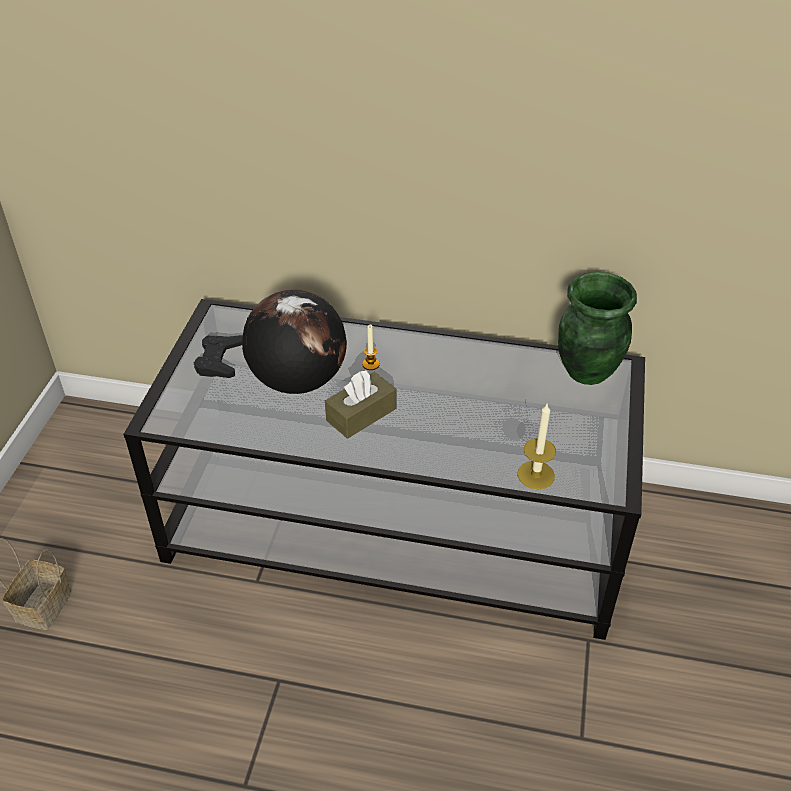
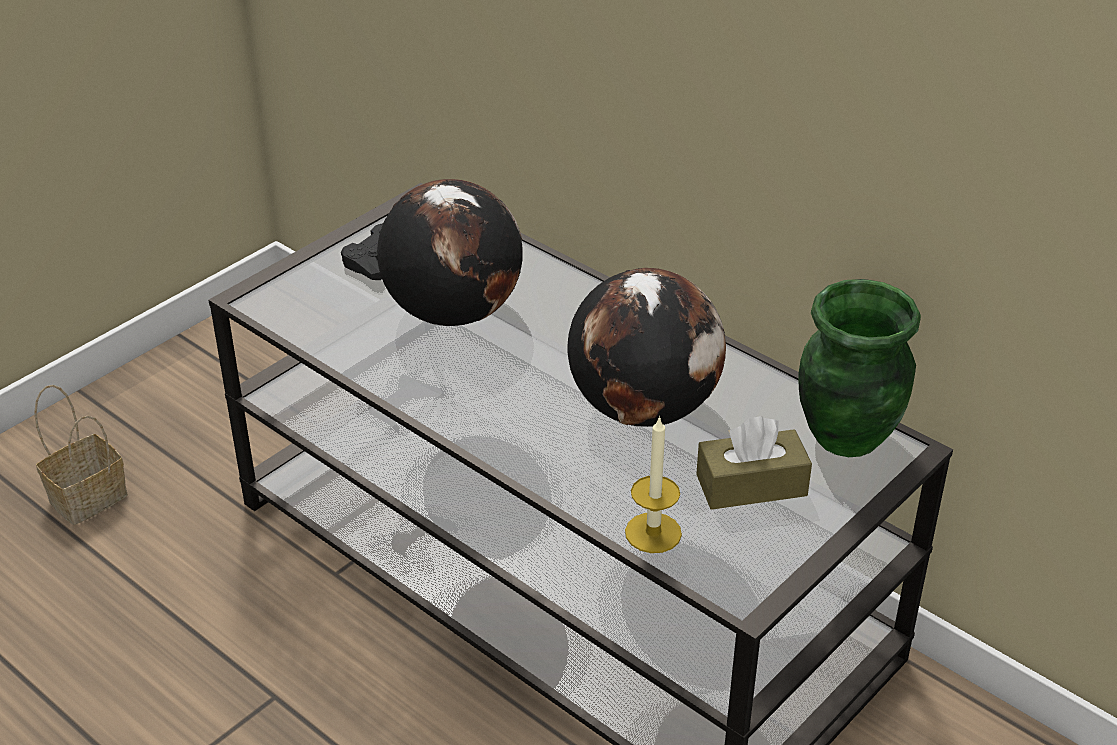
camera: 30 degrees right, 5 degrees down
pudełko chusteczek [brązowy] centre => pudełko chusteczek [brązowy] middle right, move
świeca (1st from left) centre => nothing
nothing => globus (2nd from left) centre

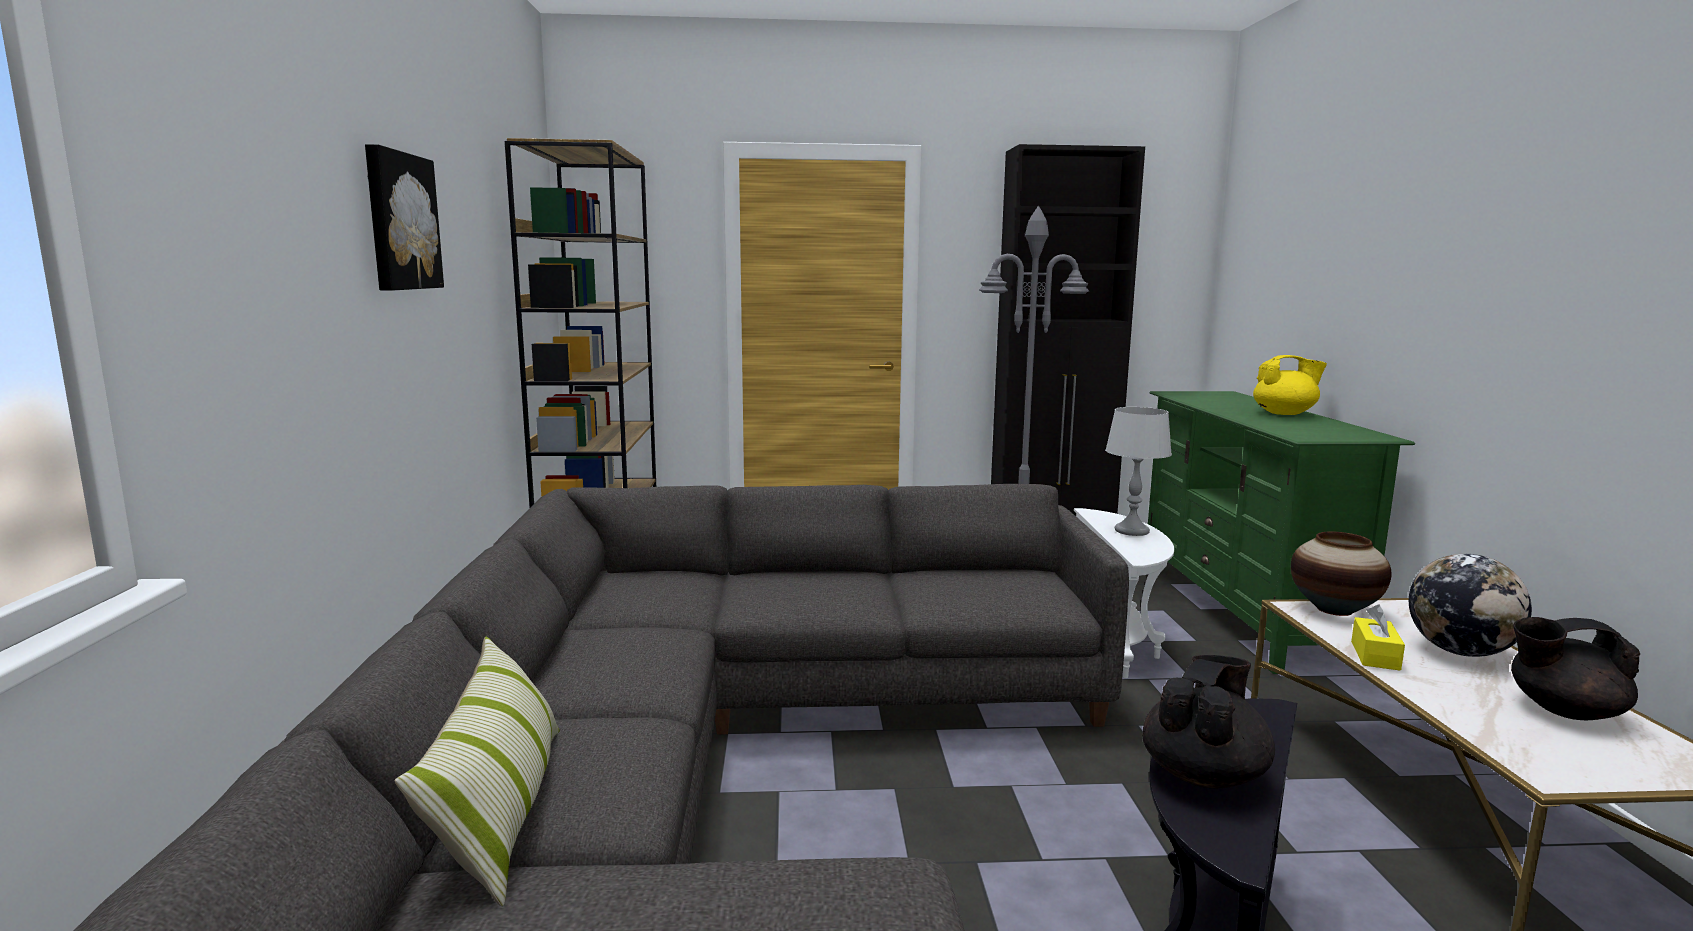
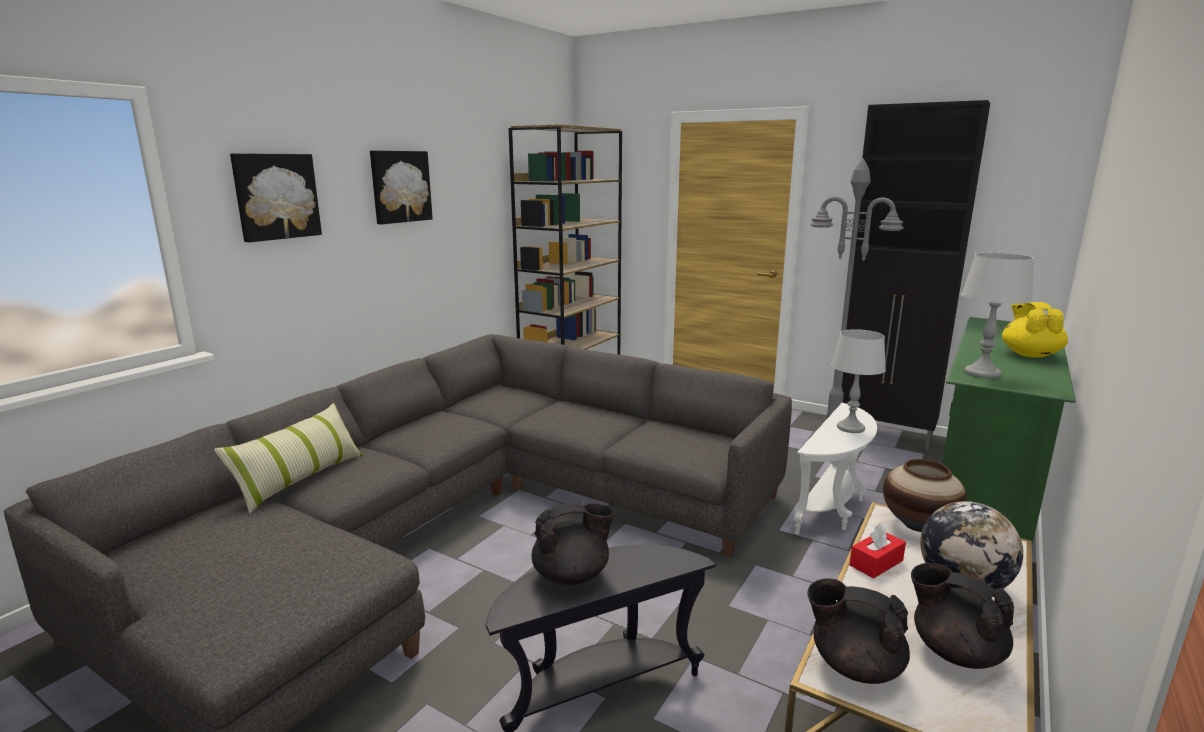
camera: 35 degrees right, 5 degrees up
imbryk [żółty] middle right, 120 degrees counterclockwise
pudełko chusteczek [żółty] bottom right => pudełko chusteczek [czerwony] bottom right
nothing => obraz (1st from left) top left
nothing => imbryk [czarny] (2nd from left) bottom right
nothing => lampa stołowa [szary] (2nd from left) middle right

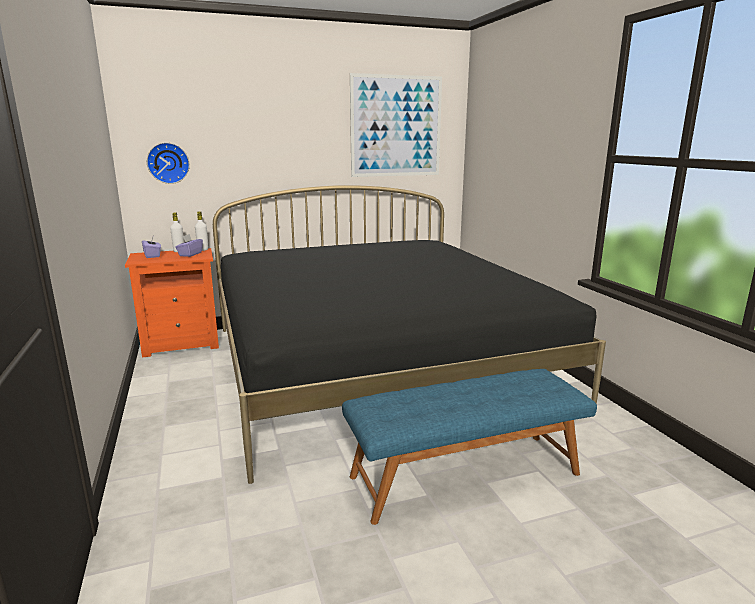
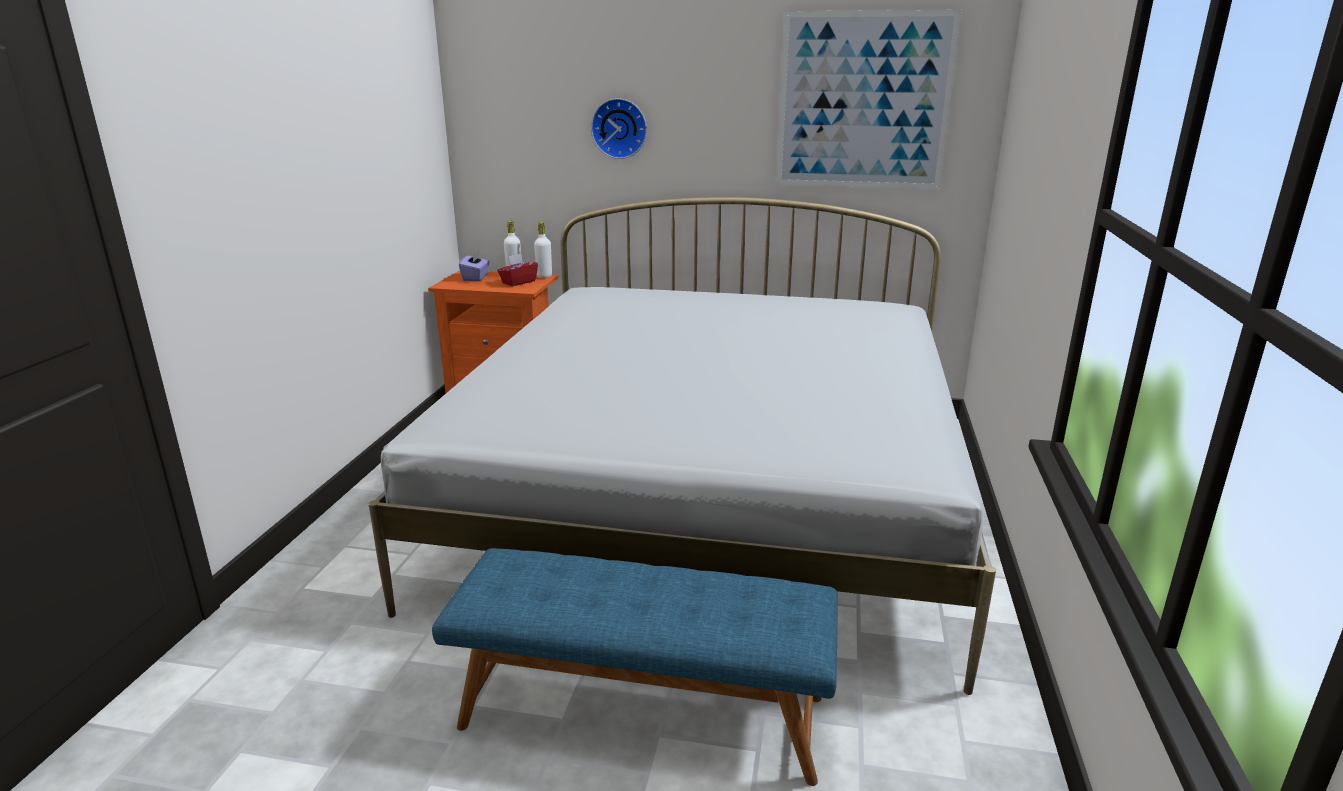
camera: 30 degrees right, 5 degrees up
zegar ścienny top left => zegar ścienny top centre, move
pudełko chusteczek [fioletowy] (2nd from left) middle left => pudełko chusteczek [czerwony] centre
łóżko [czarny] centre => łóżko [biały] centre

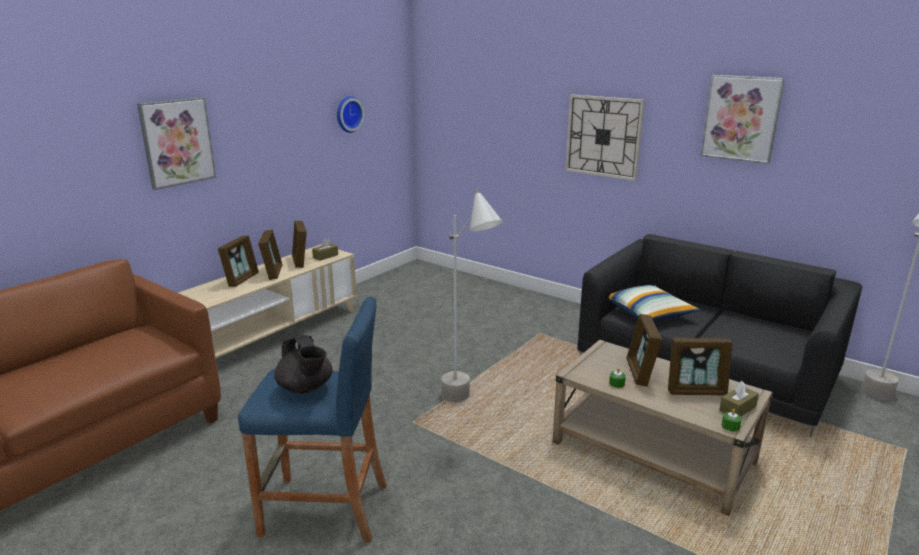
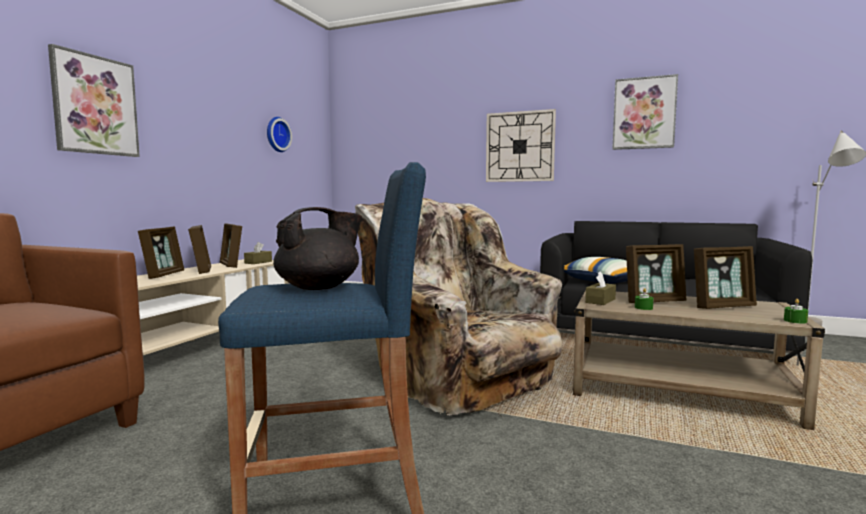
camera: 15 degrees left, 15 degrees down
imbryk [czarny] middle left => imbryk [czarny] centre, 75 degrees counterclockwise
lampa stojąca [szary] (1st from left) centre => fotel [beżowy] centre
ramka na zdjęcie (4th from left) middle right, 90 degrees counterclockwise
pudełko chusteczek [brązowy] (2nd from left) bottom right => pudełko chusteczek [brązowy] (2nd from left) middle right, move

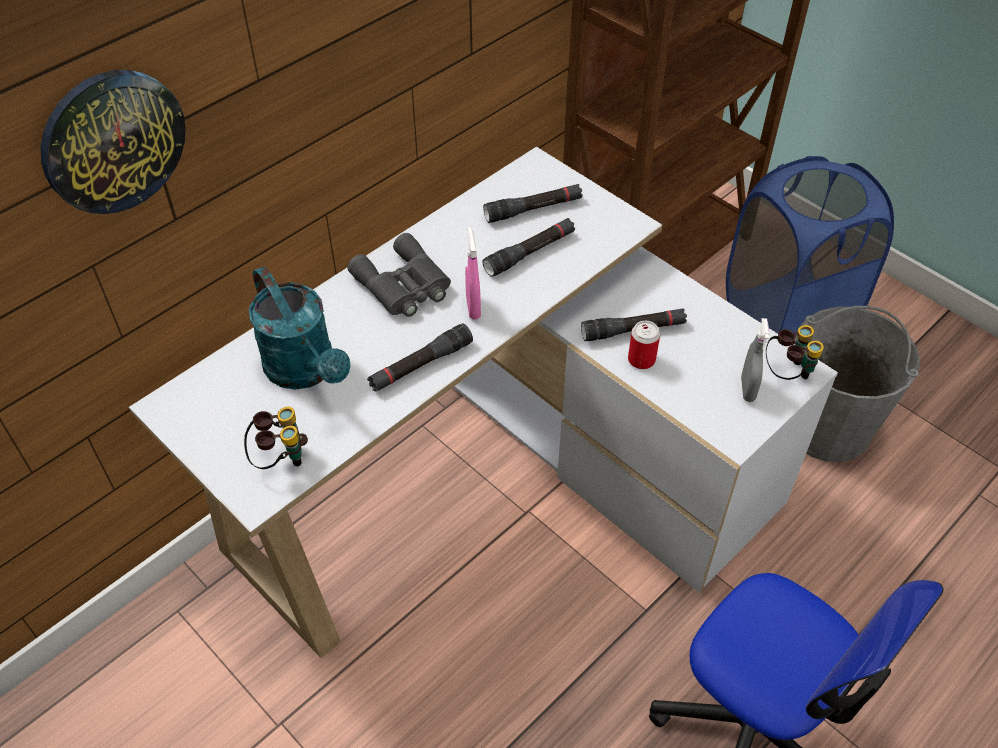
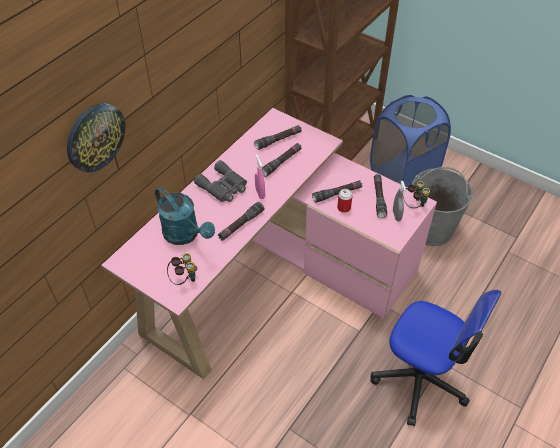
camera: 10 degrees left, 0 degrees up
biurko [biały] centre => biurko [różowy] centre
nothing => latarka [czarny] (5th from left) middle right

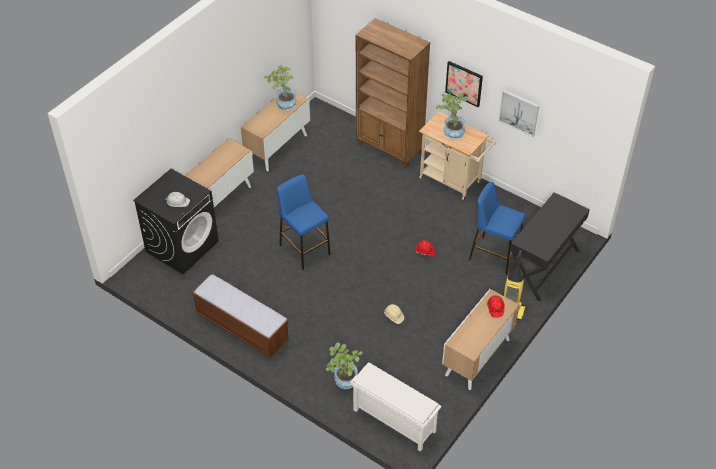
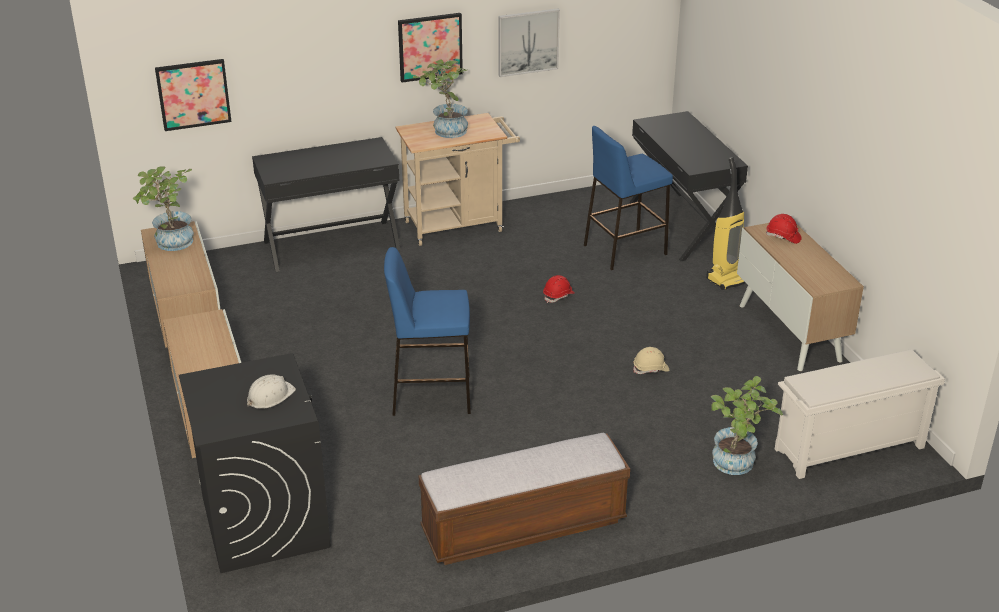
camera: 55 degrees left, 15 degrees down
regał [brązowy] top centre => biurko [czarny] (1st from left) middle left
nothing => obraz (1st from left) top left

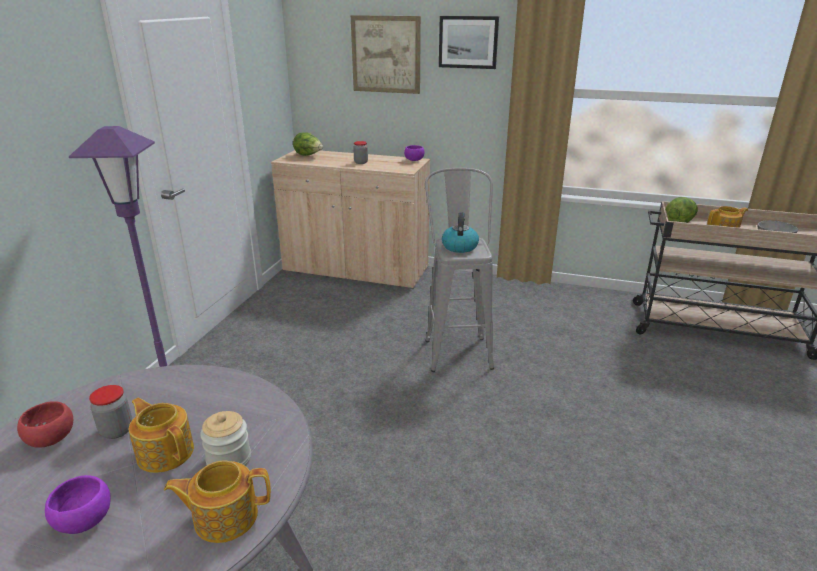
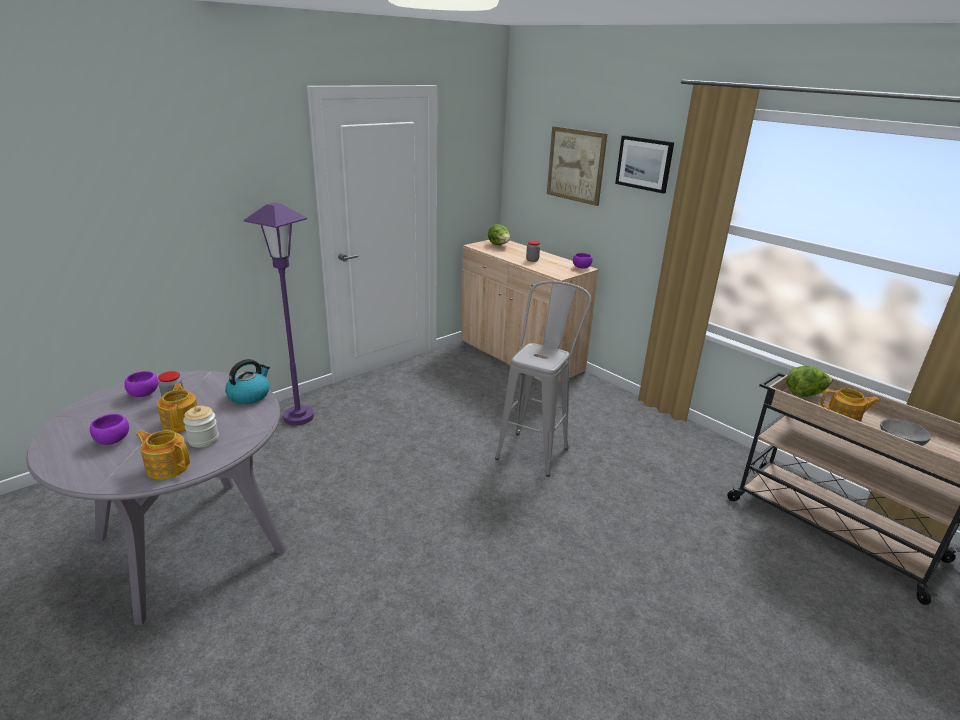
camera: 30 degrees right, 0 degrees up
miska [czerwony] bottom left => miska [fioletowy] (2nd from left) middle left
czajnik centre => czajnik middle left, move

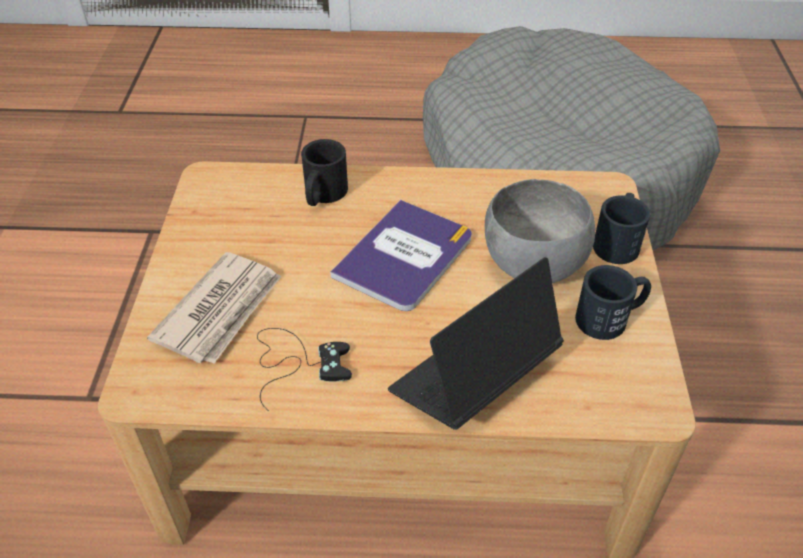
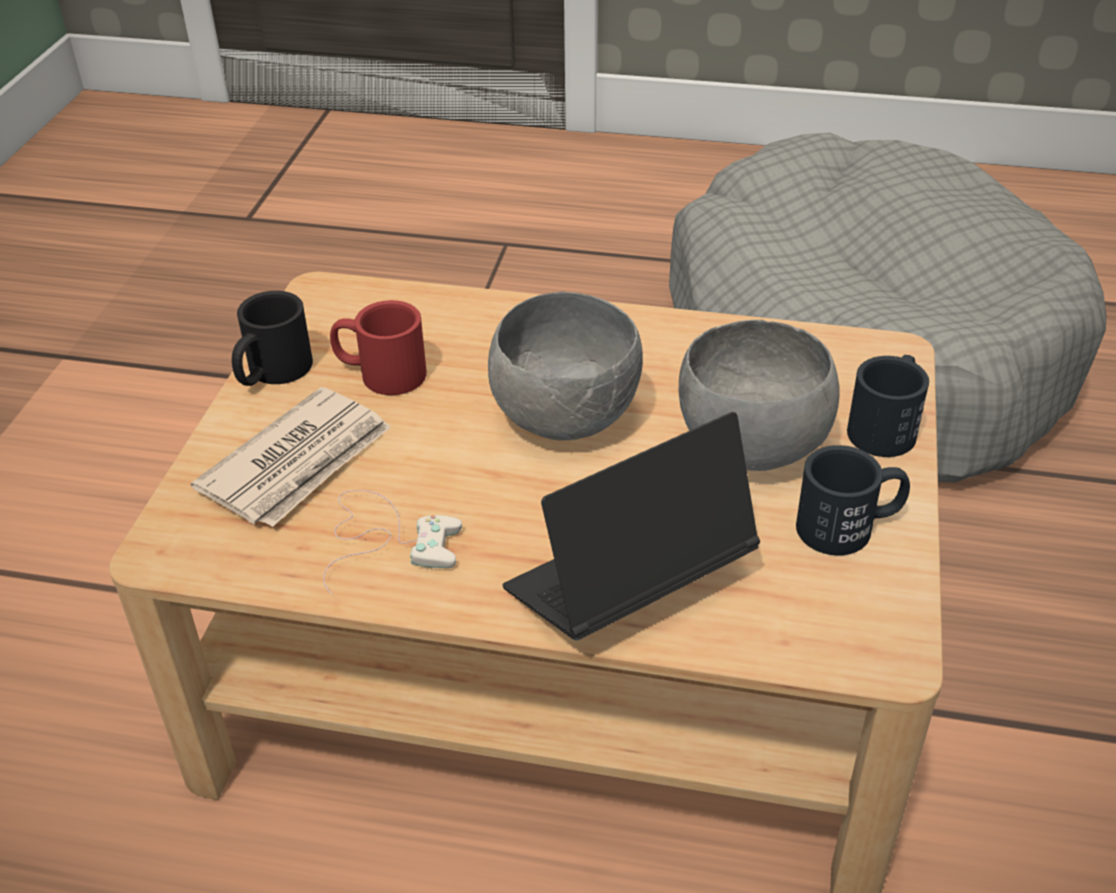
camera: 10 degrees right, 5 degrees down
pad do gier [czarny] centre => pad do gier [biały] centre
kubek [czarny] (1st from left) top centre => kubek [czarny] (1st from left) middle left, move
książka centre => miska [szary] (1st from left) centre
nothing => kubek [czerwony] centre

